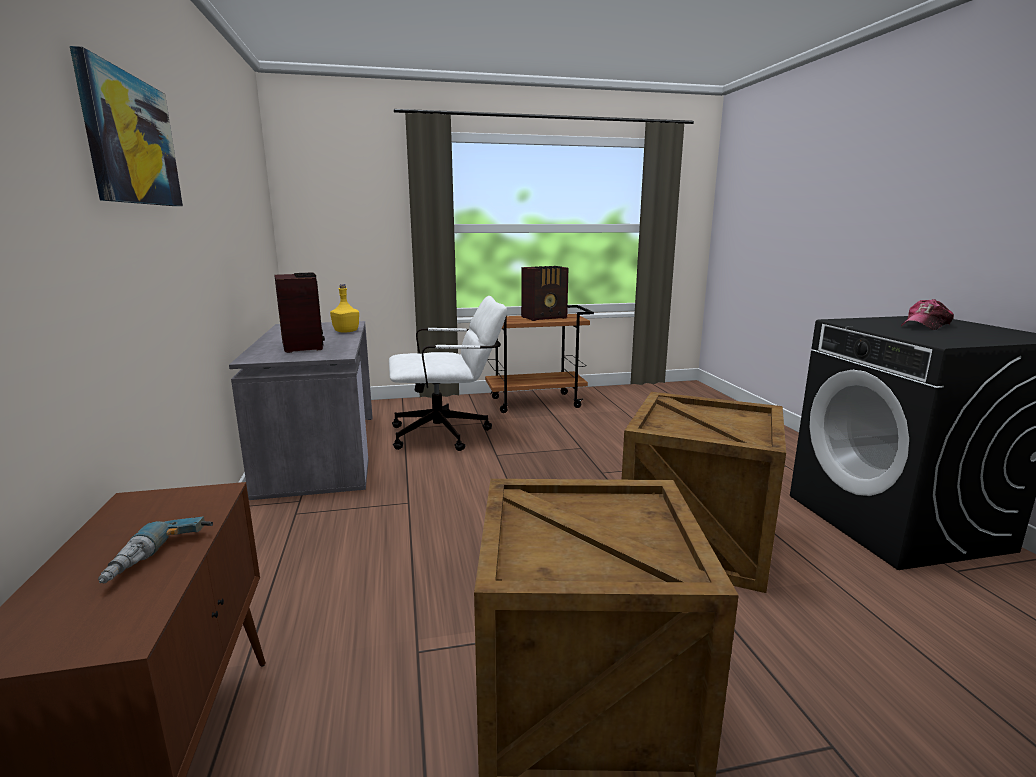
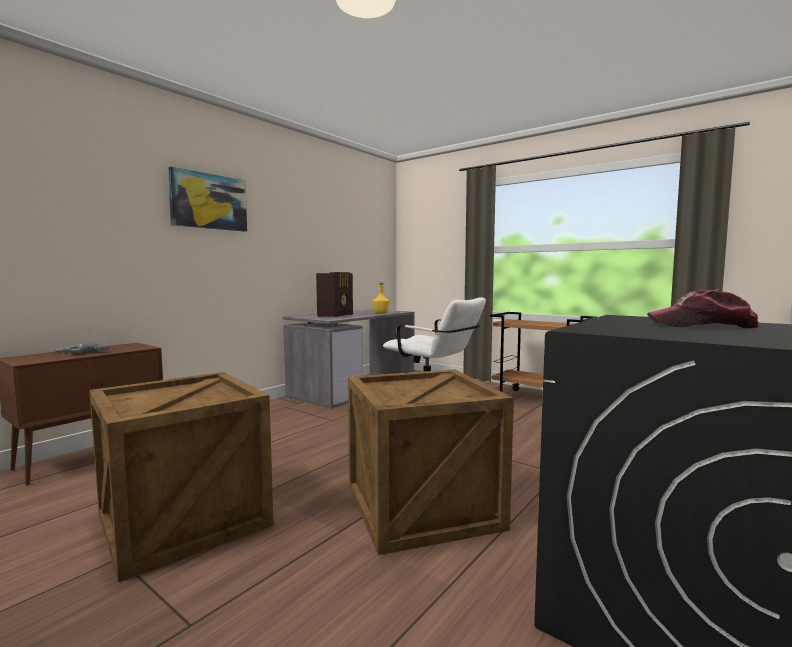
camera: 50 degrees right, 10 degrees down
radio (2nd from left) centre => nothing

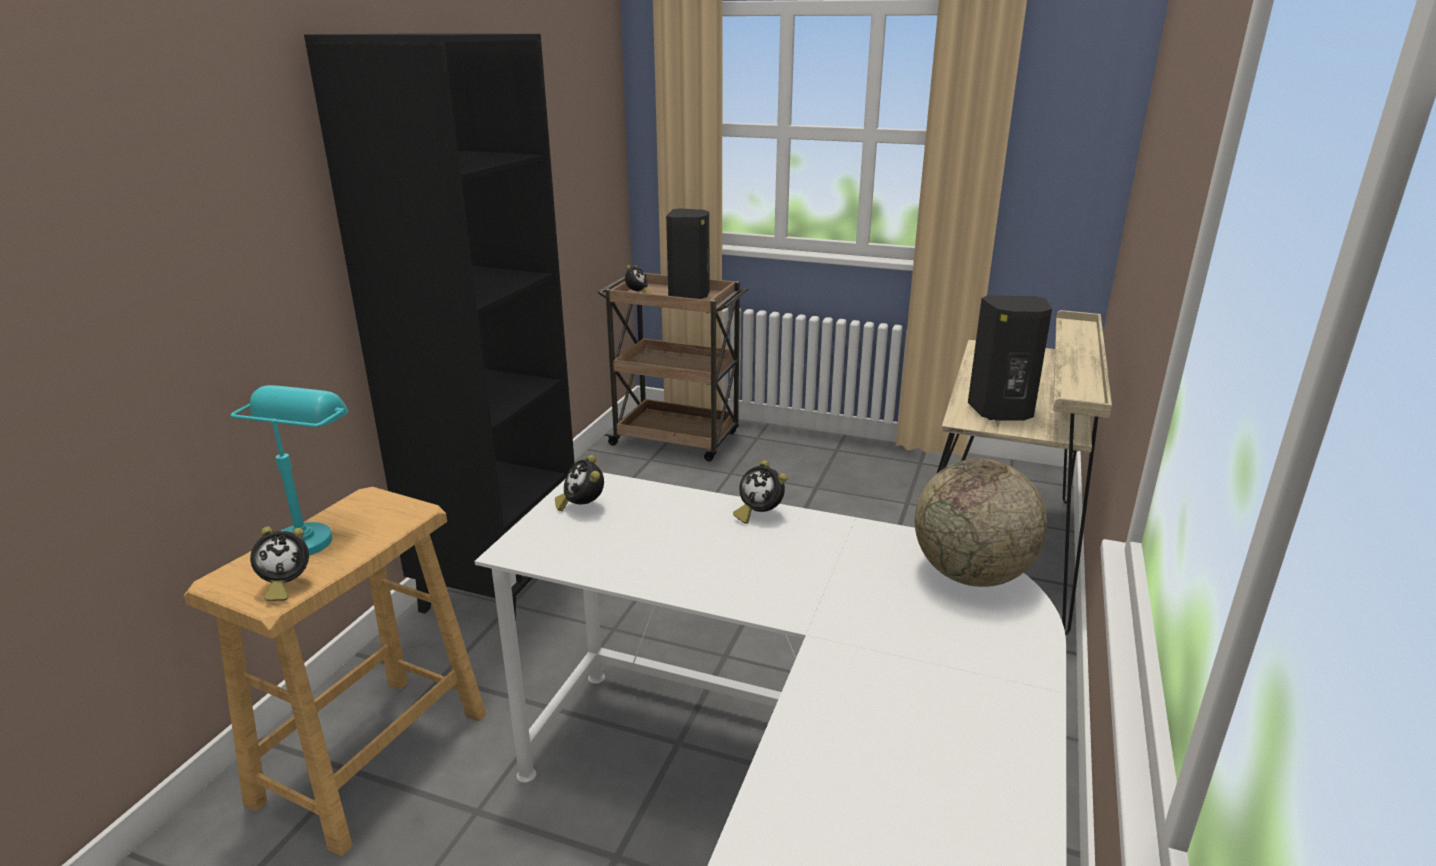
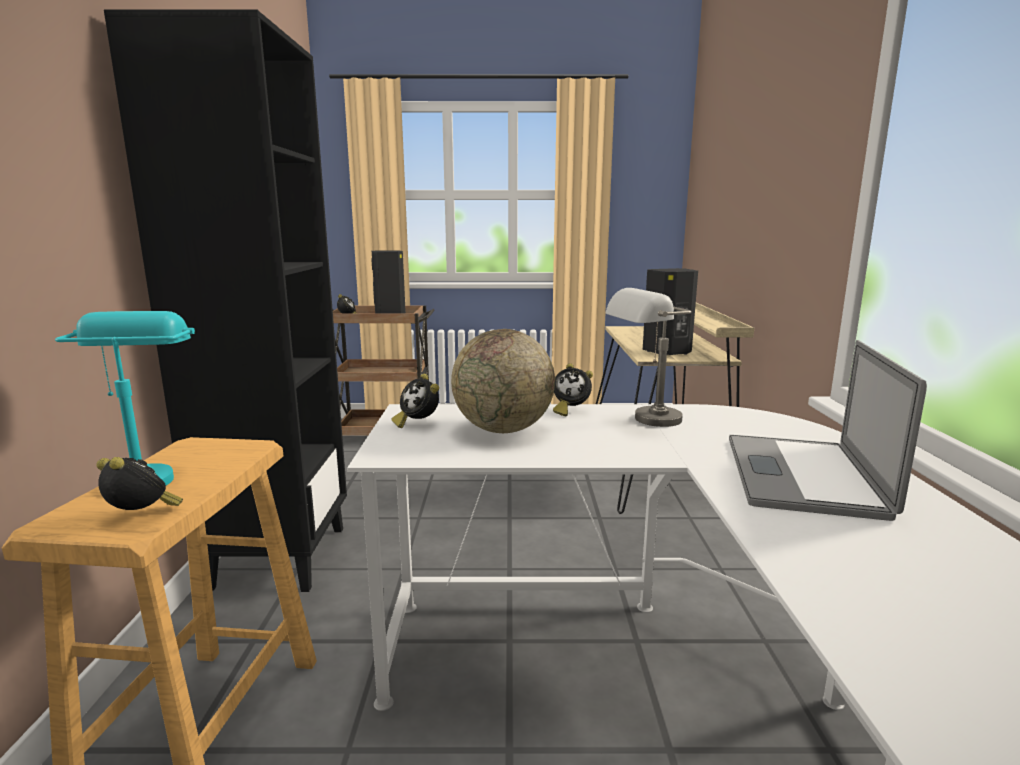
camera: 20 degrees left, 10 degrees down
budzik (1st from left) middle left, 105 degrees counterclockwise
globus middle right => globus centre, move
nothing => lampa stołowa [szary] centre
nothing => laptop middle right

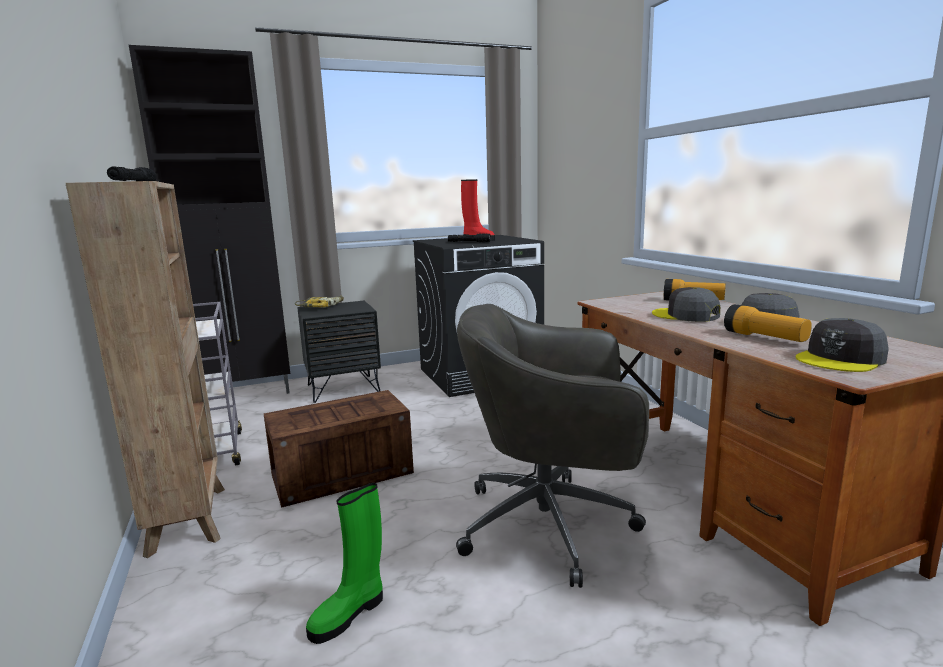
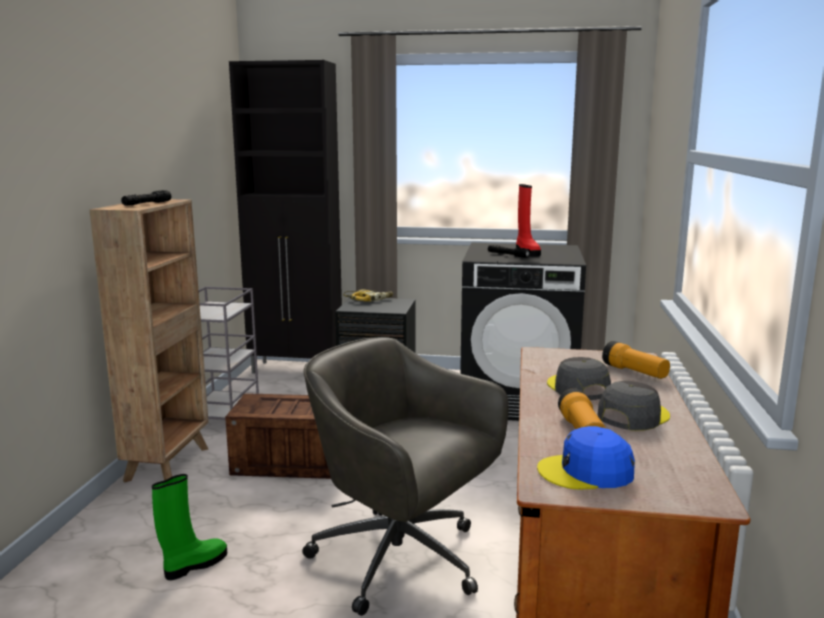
camera: 30 degrees right, 0 degrees up
but z cholewką [zielony] bottom centre => but z cholewką [zielony] bottom left, 150 degrees clockwise
czapka z daszkiem [szary] (3rd from left) middle right => czapka z daszkiem [niebieski] bottom right

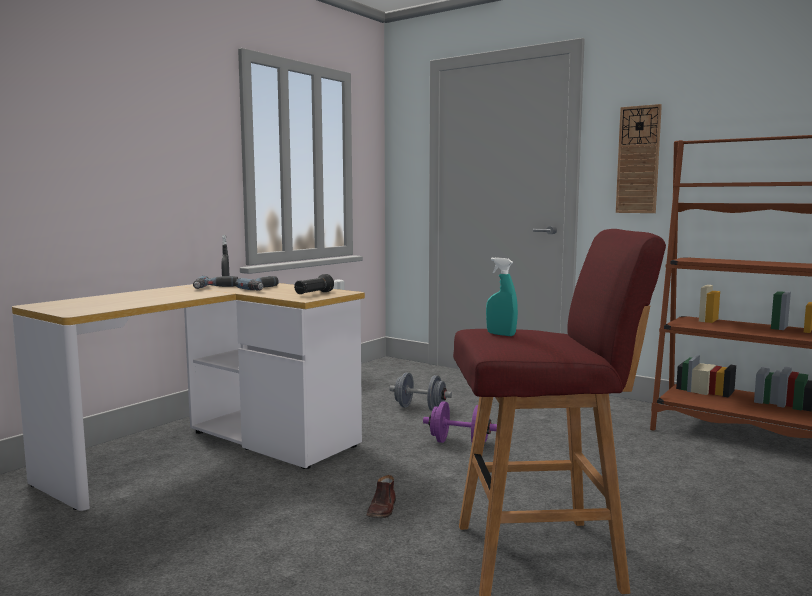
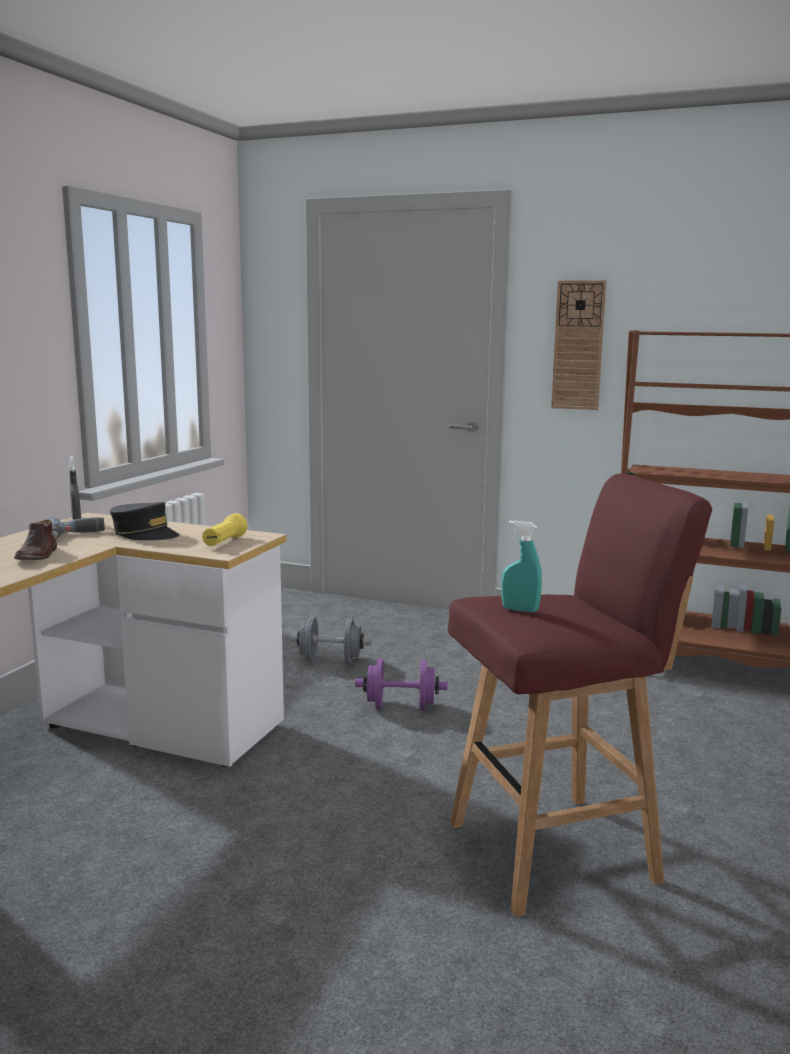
camera: 15 degrees left, 5 degrees up
wiertarka (2nd from left) middle left => czapka z daszkiem [czarny] middle left
latarka [czarny] centre => latarka [żółty] middle left
but [brązowy] bottom centre => but [brązowy] middle left, move

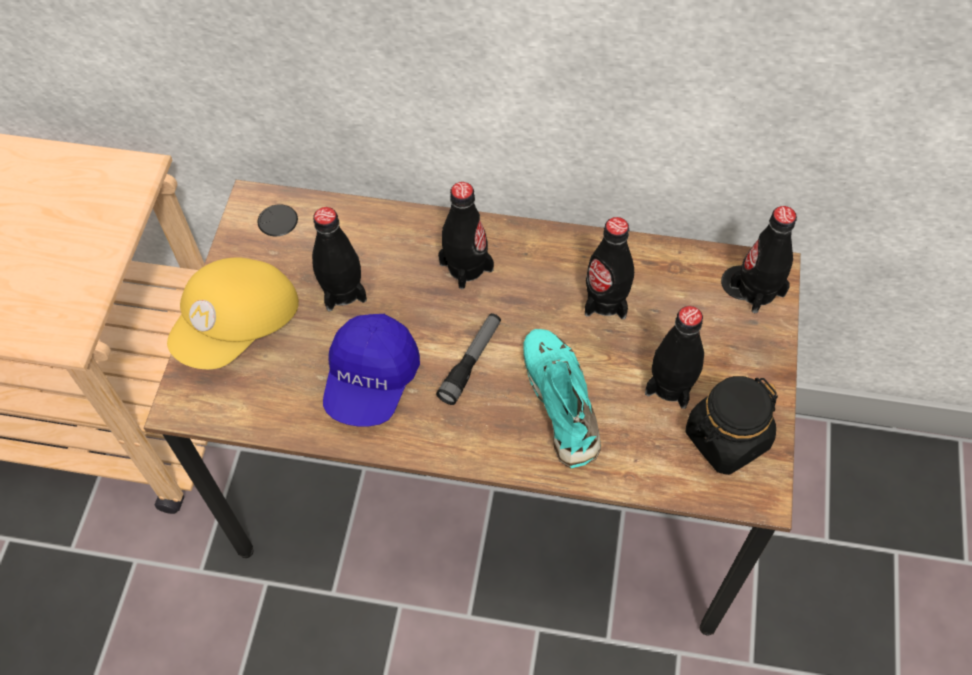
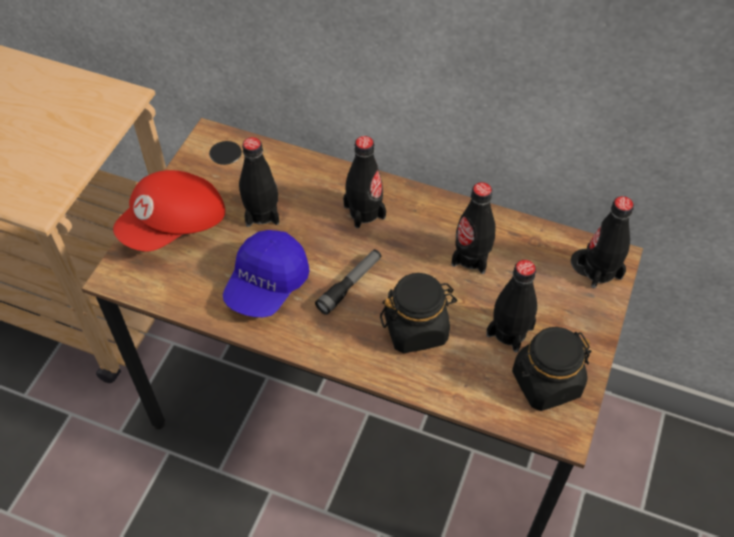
camera: 10 degrees right, 5 degrees down
czapka z daszkiem [żółty] middle left => czapka z daszkiem [czerwony] middle left
but [turkusowy] centre => słoik [czarny] (1st from left) centre

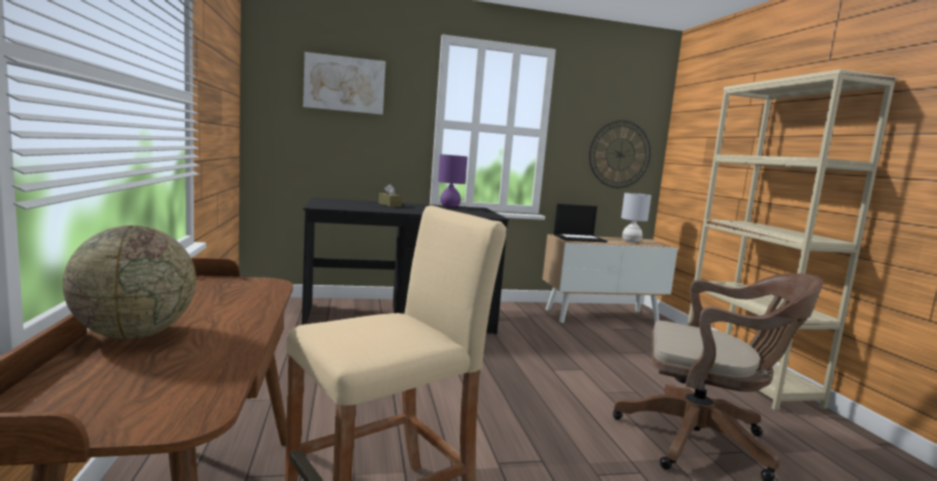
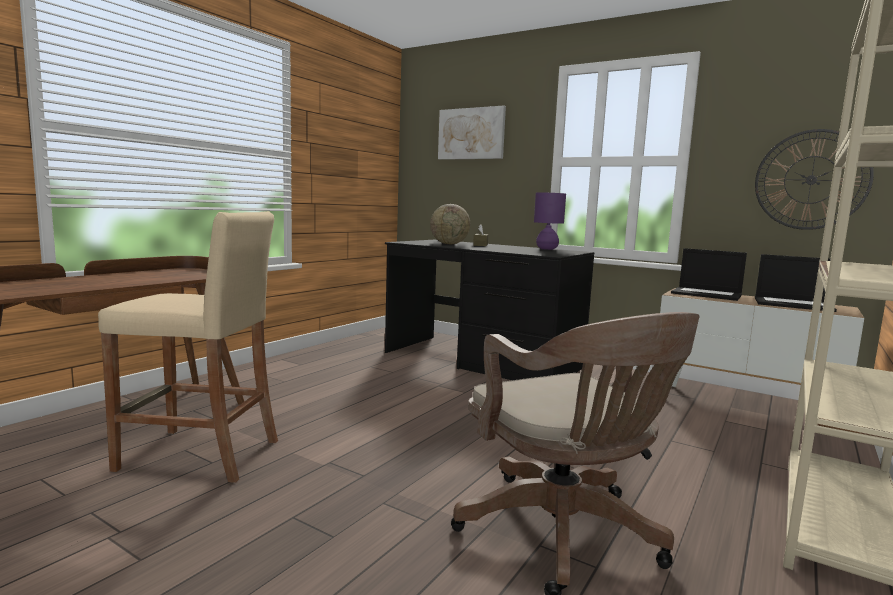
camera: 45 degrees right, 0 degrees up
globus middle left => globus centre, move
lampa stołowa [szary] middle right => laptop (2nd from left) middle right

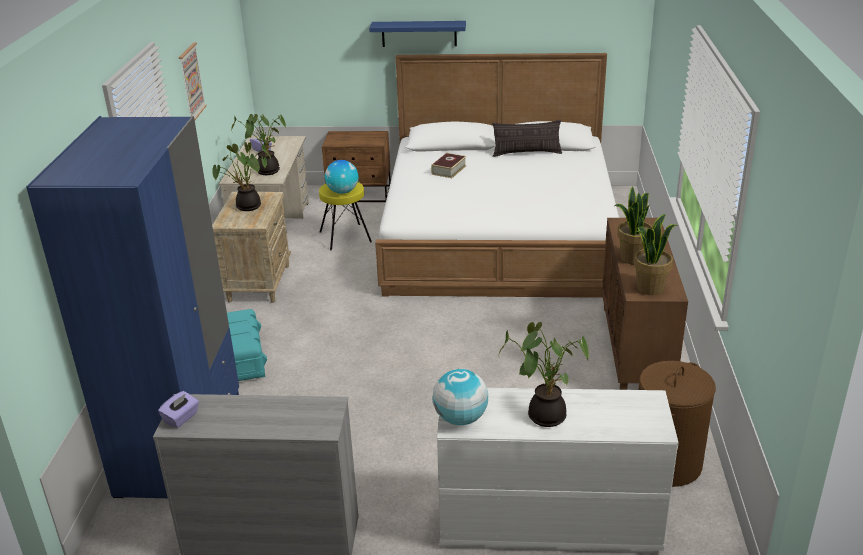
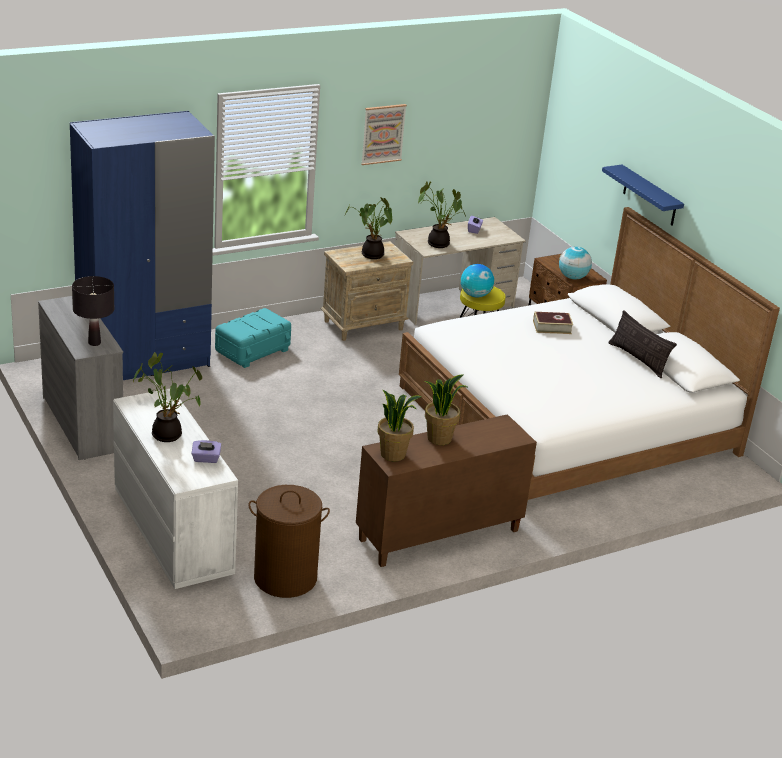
camera: 55 degrees right, 0 degrees up
pudełko chusteczek [fioletowy] (1st from left) bottom left => pudełko chusteczek [fioletowy] (1st from left) middle left, move
globus (2nd from left) bottom centre => globus (2nd from left) middle right, move
nothing => lampa stołowa [czarny] middle left

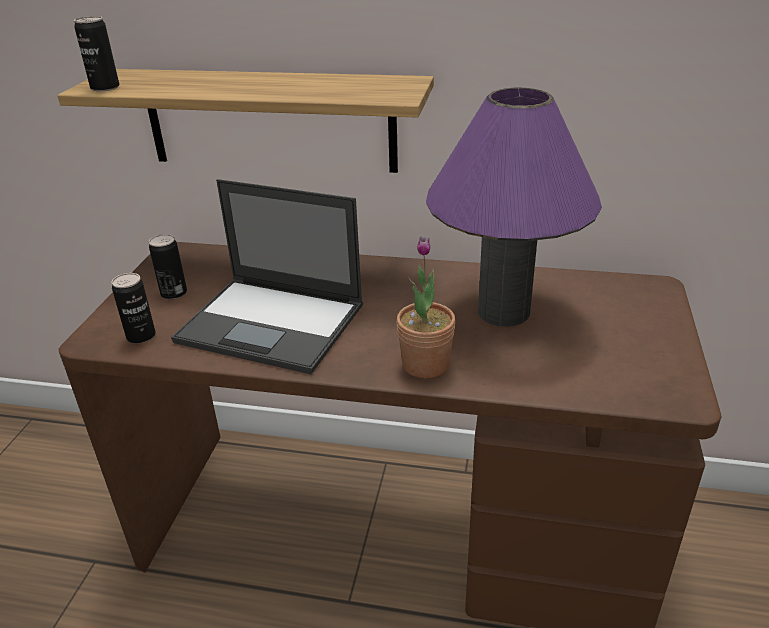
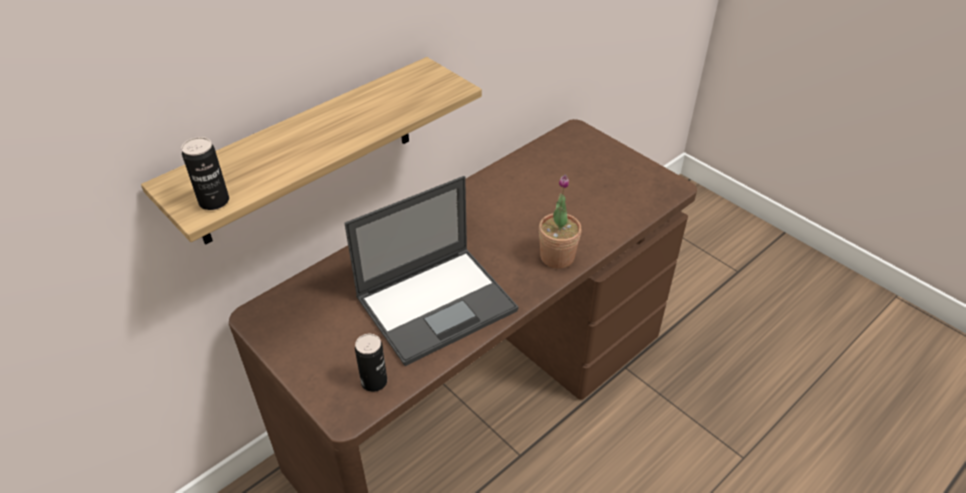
camera: 55 degrees left, 10 degrees up
puszka (3rd from left) middle left => nothing
lampa stołowa [fioletowy] top right => nothing

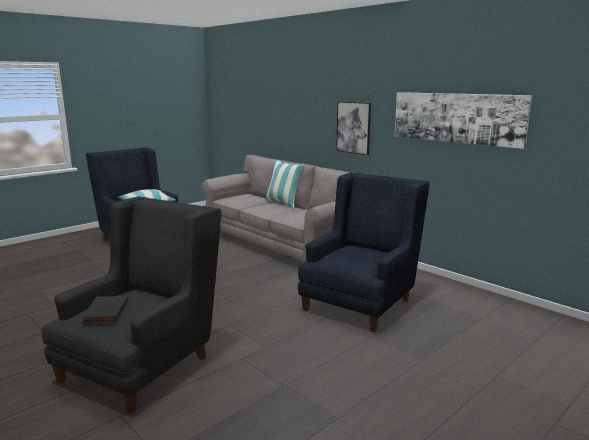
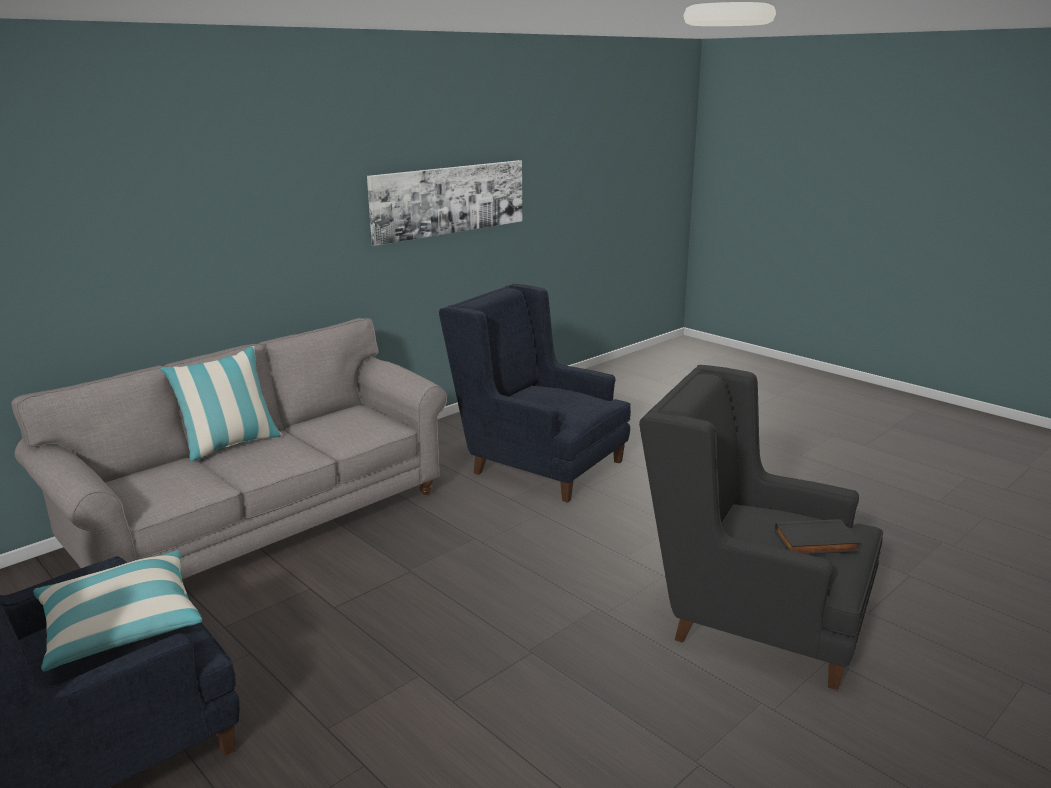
camera: 90 degrees left, 5 degrees up
obraz (1st from left) top centre => nothing

